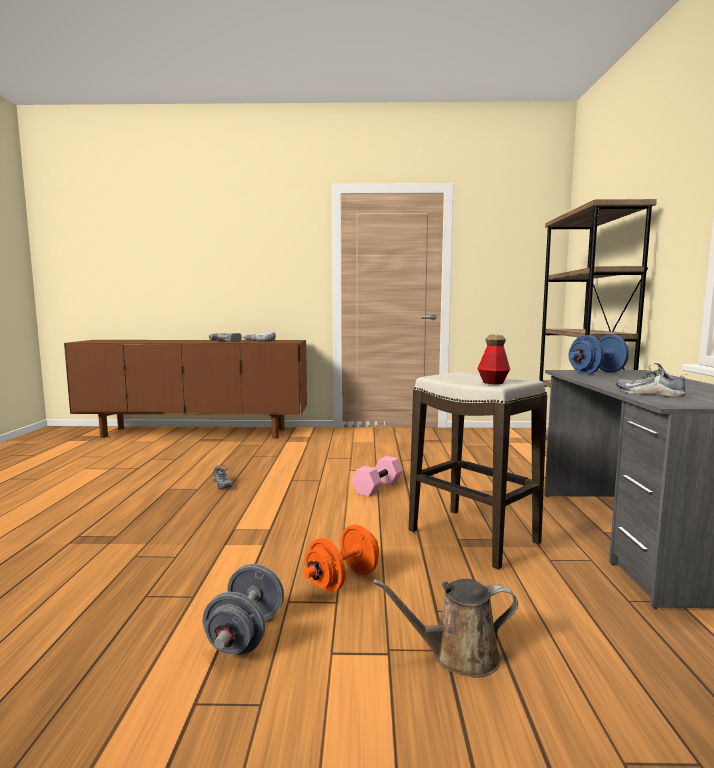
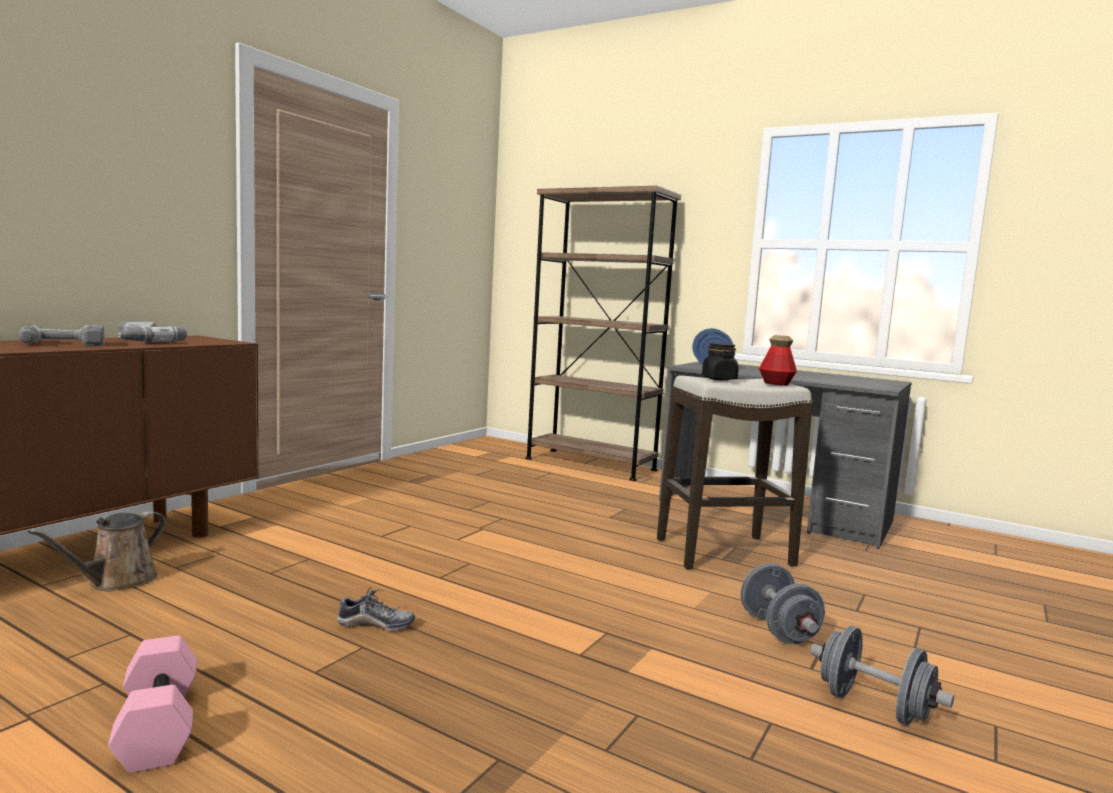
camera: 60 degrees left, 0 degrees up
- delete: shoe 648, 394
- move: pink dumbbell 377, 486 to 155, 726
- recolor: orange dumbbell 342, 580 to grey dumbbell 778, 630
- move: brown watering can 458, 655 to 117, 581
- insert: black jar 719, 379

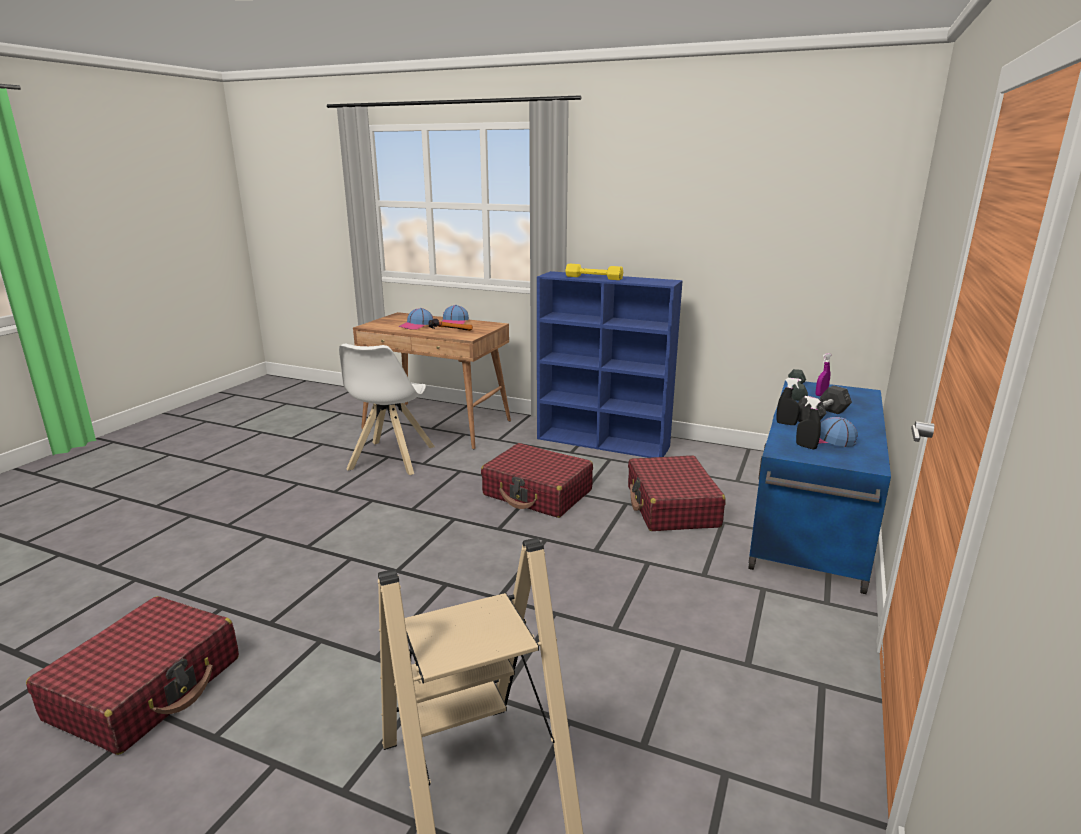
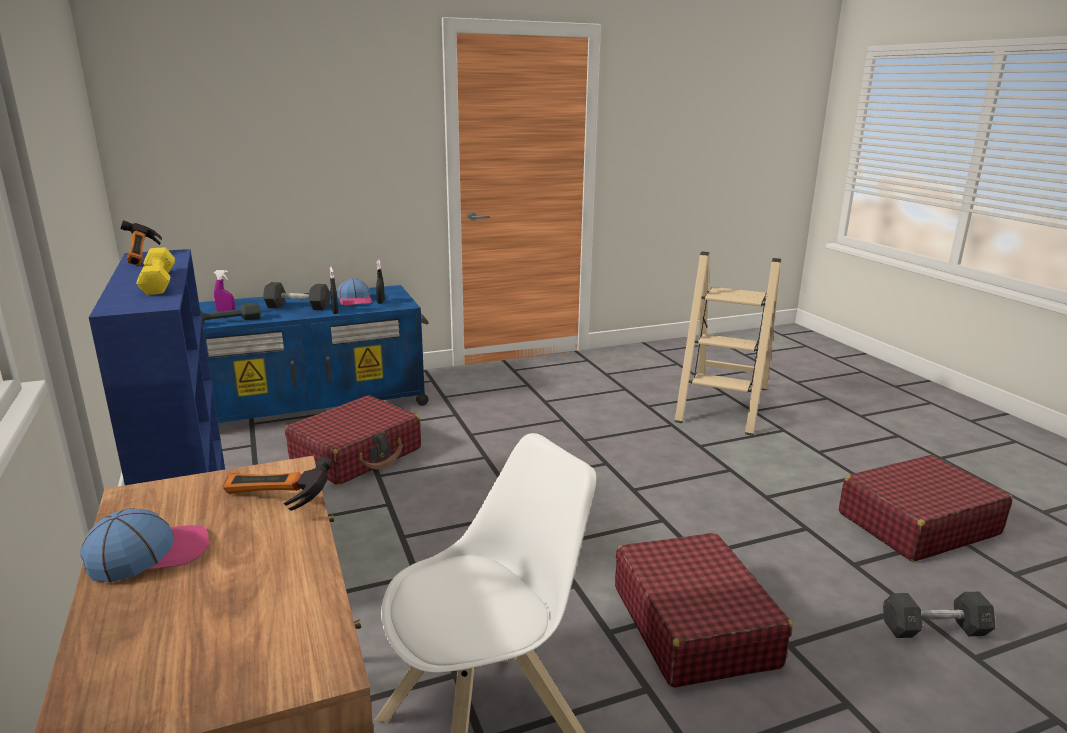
camera: 135 degrees left, 0 degrees up
- delete: cap 416, 325
- move: red suitcase 537, 493 to 693, 625
- insert: hammer 144, 257
- insert: grey dumbbell 934, 629

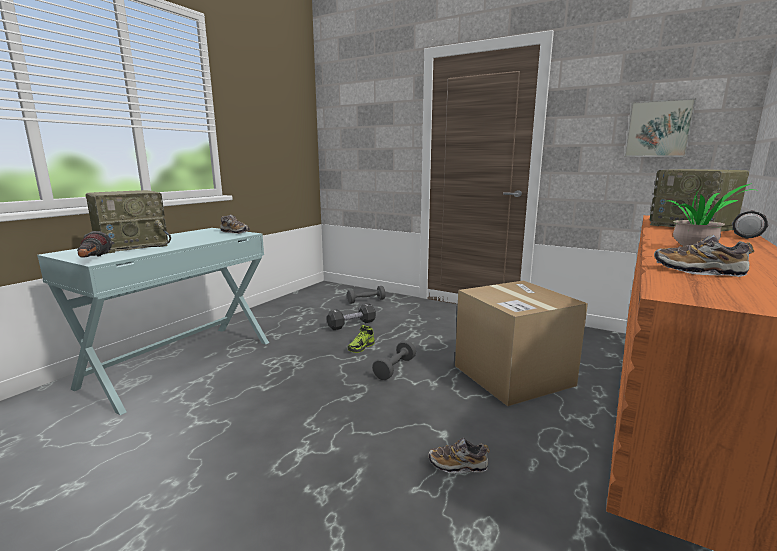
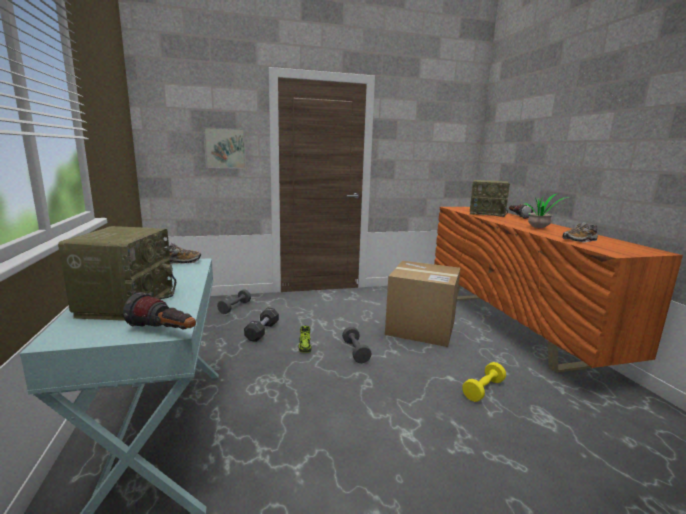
camera: 45 degrees left, 0 degrees up
- move: picture 658, 129 to 225, 148
- replace: shoe 458, 465 to yellow dumbbell 483, 390

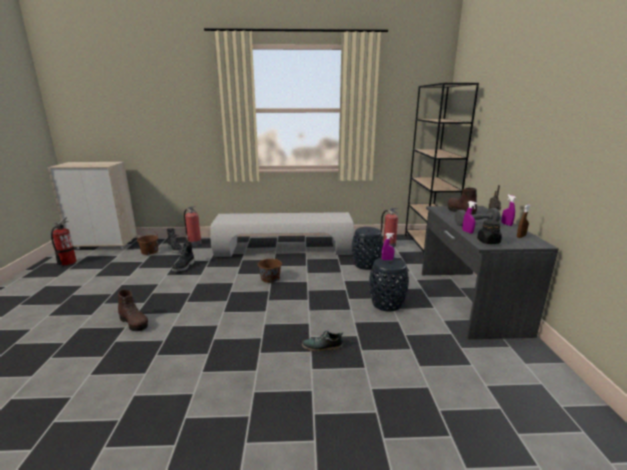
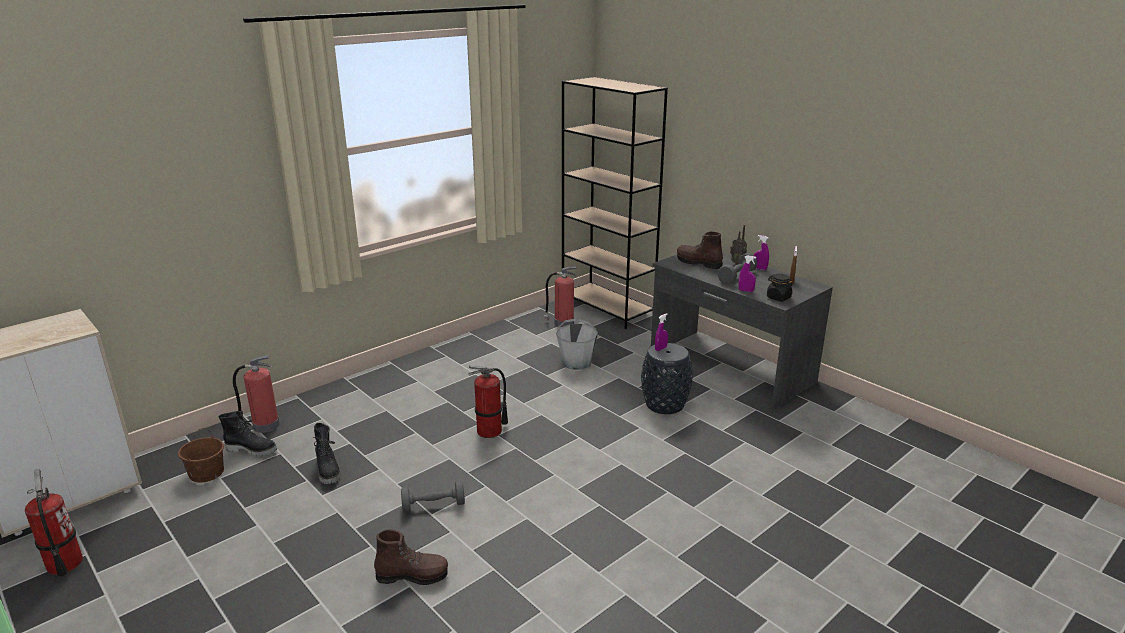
camera: 40 degrees left, 5 degrees up
- delete: grey bench 284, 249
- replace: black stool 366, 265 to grey bucket 576, 362
- replace: brown bucket 270, 278 to fire extinguisher 490, 431
- delete: shoe 322, 346
- insert: grey dumbbell 433, 505

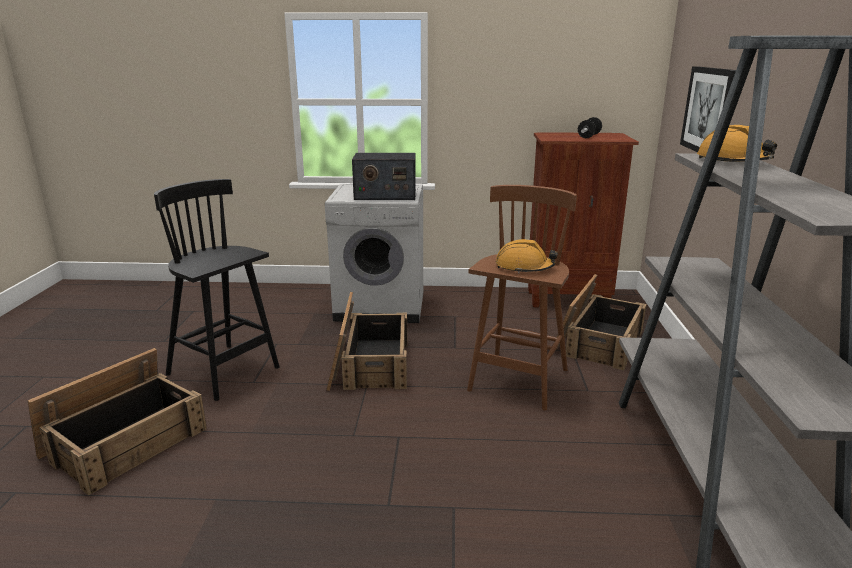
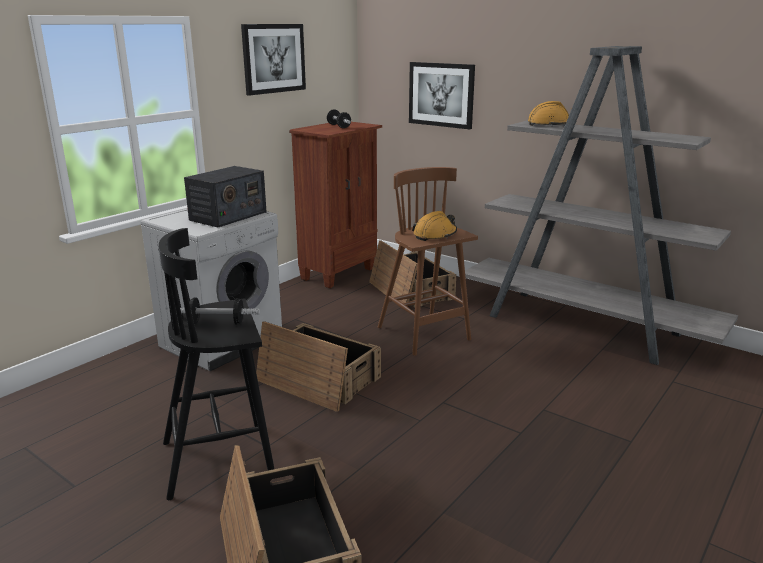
camera: 55 degrees left, 0 degrees up
- insert: picture 273, 58
- insert: dumbbell 217, 323

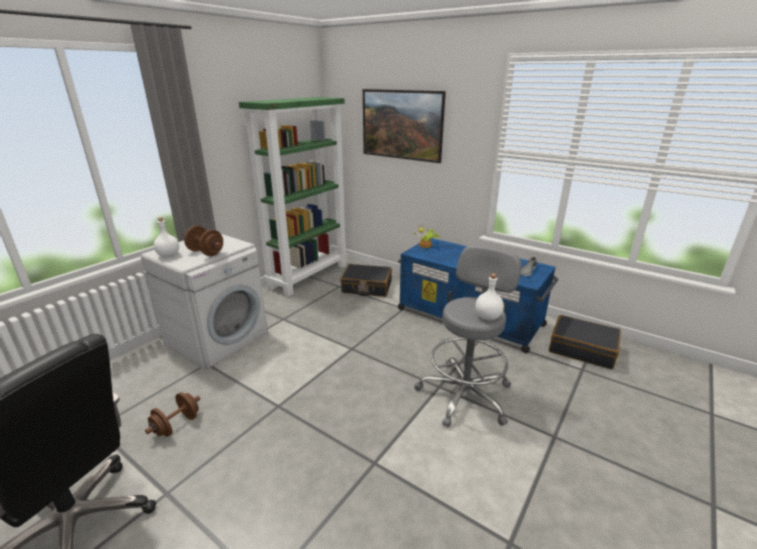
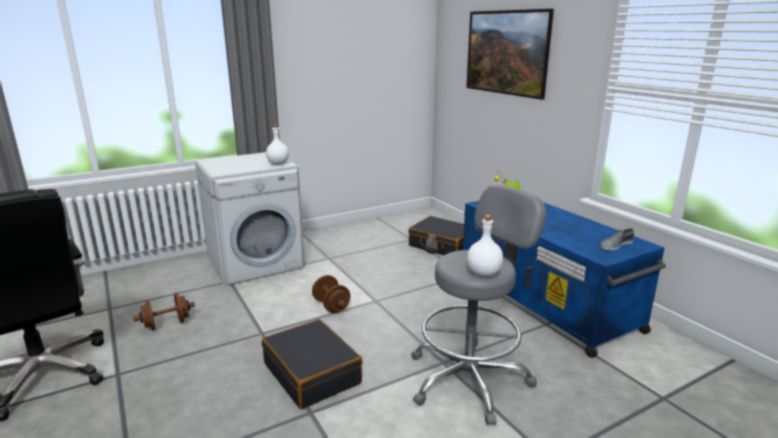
camera: 25 degrees right, 5 degrees down
- delete: green bookcase 309, 276
- move: white bottle 169, 255 to 278, 164
- move: brown dumbbell 206, 252 to 331, 306
- move: black suitcase 582, 349 to 312, 373

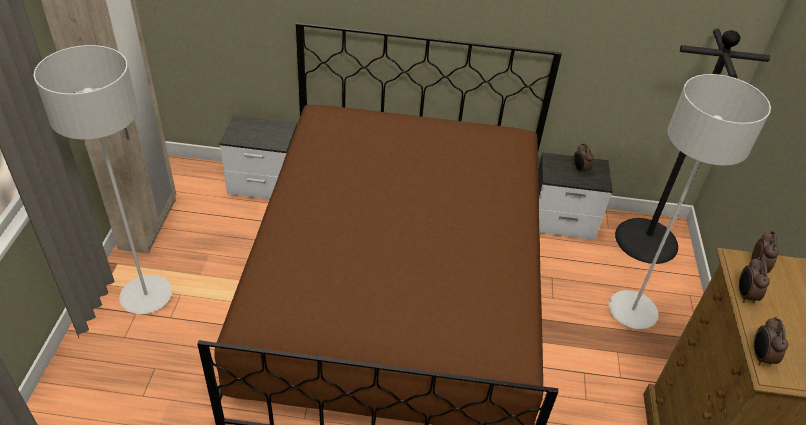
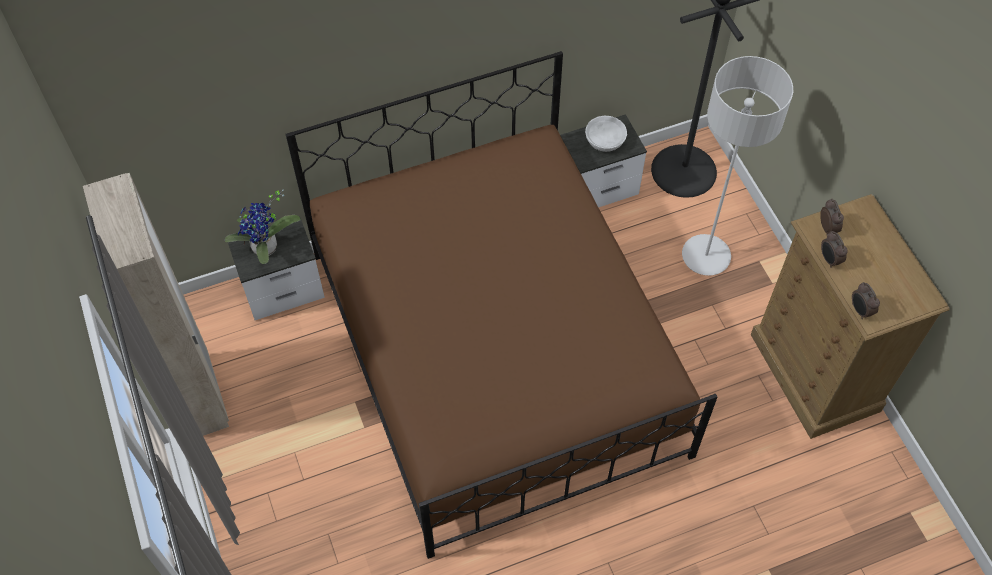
camera: 25 degrees left, 15 degrees up
- delete: grey floor lamp 146, 296
- replace: alarm clock 579, 170 to white bowl 605, 140
- insert: potted plant 266, 250

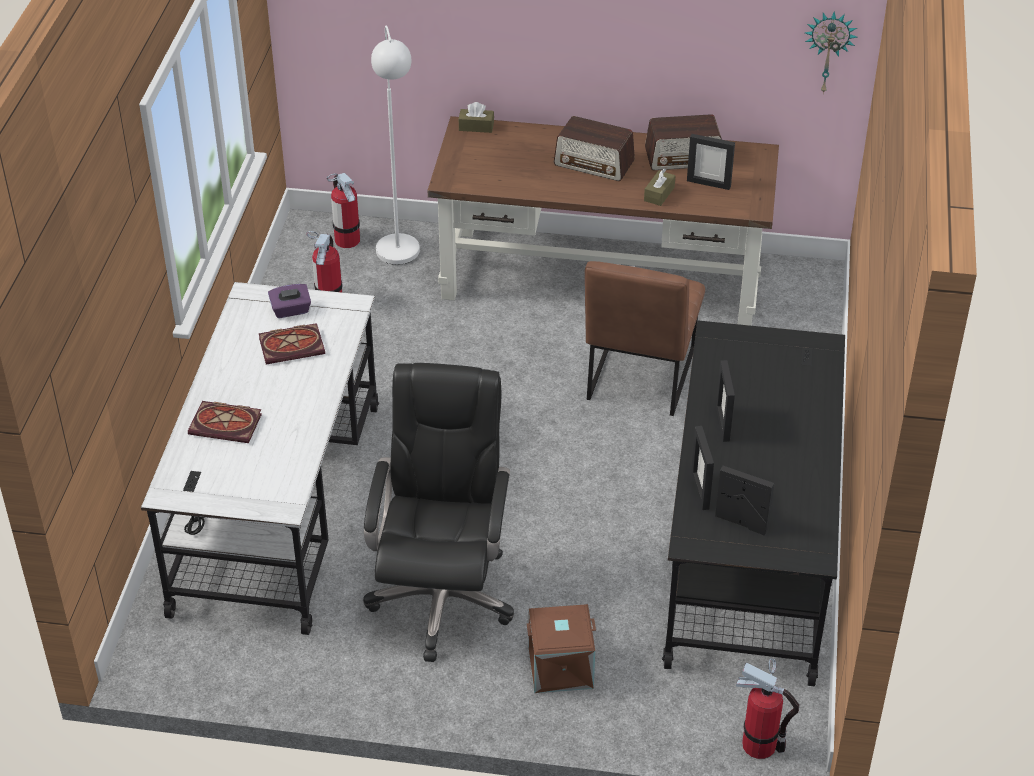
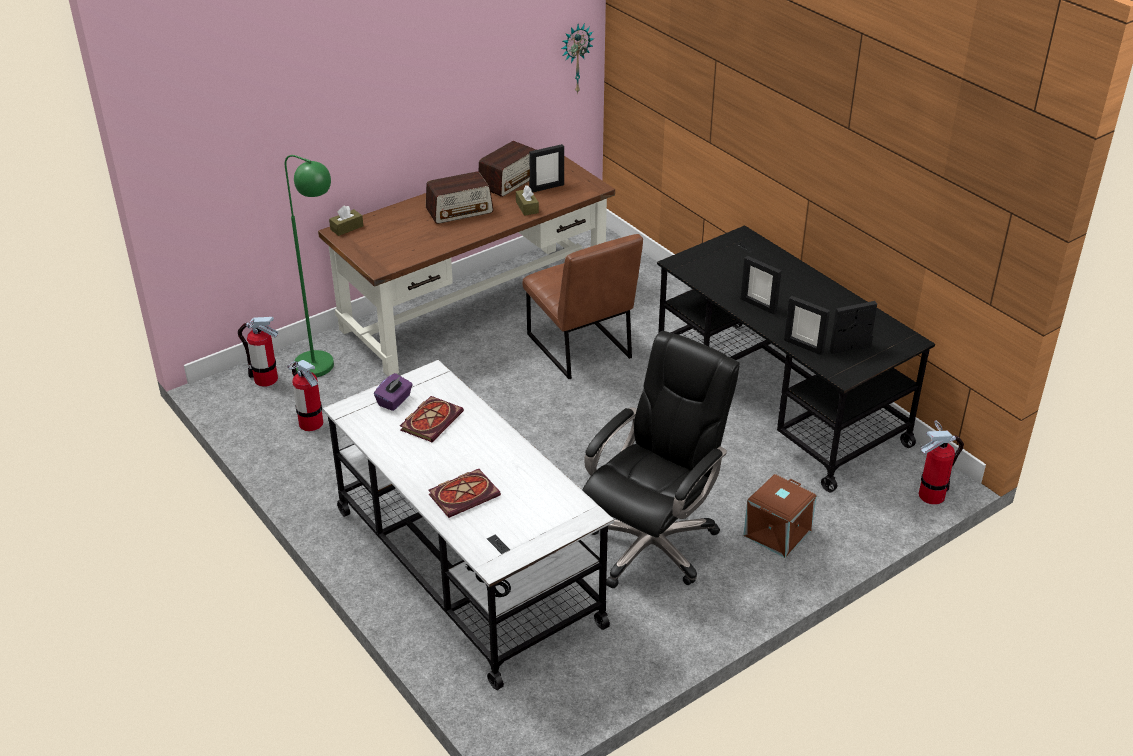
camera: 45 degrees left, 5 degrees down
- recolor: white floor lamp 400, 260 to green floor lamp 323, 370
- rotate: black office chair 442, 596 = 652, 544 75 degrees clockwise

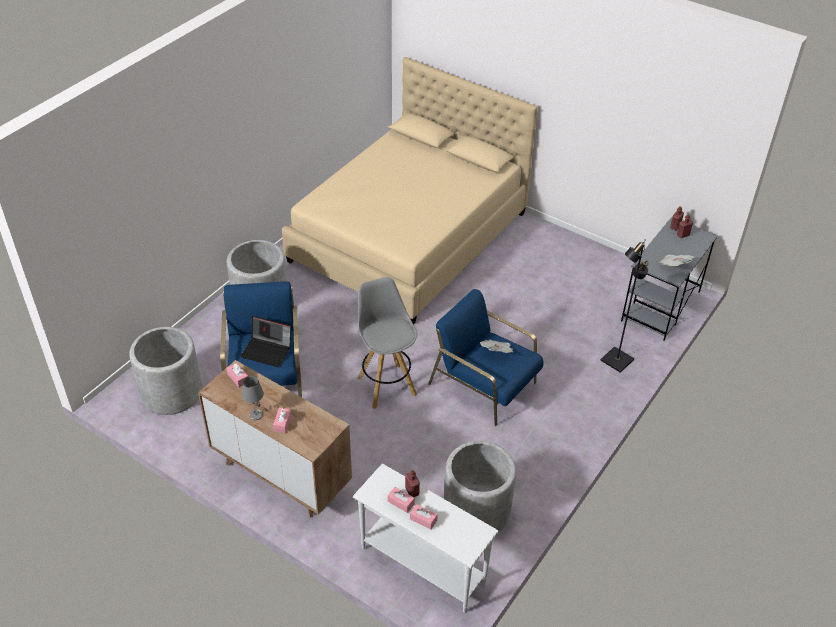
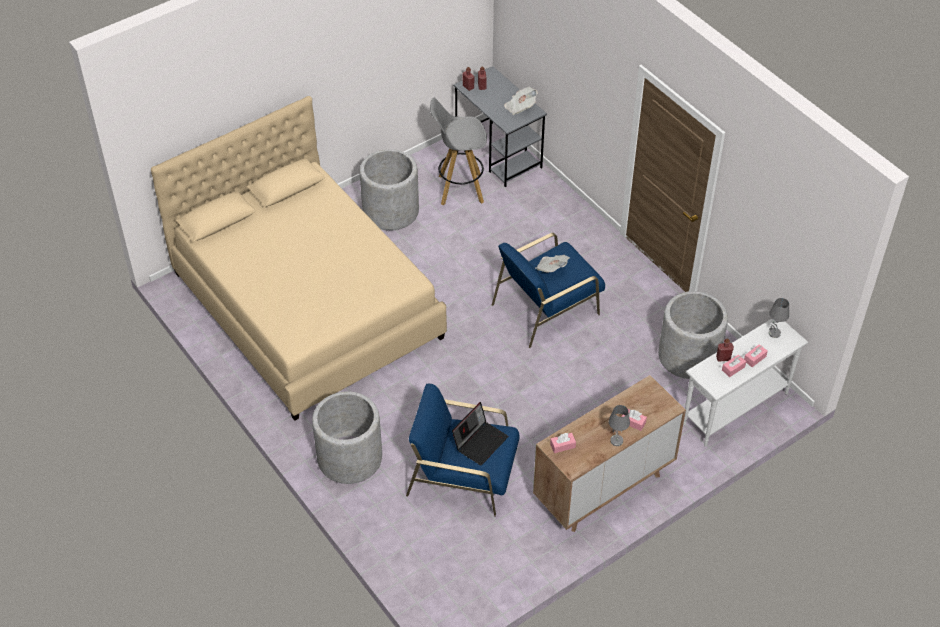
camera: 70 degrees left, 5 degrees up
- delete: black floor lamp 617, 360
- move: grey stool 386, 385 to 459, 189
- move: grey planter 171, 392 to 390, 211
- insert: grey table lamp 774, 333

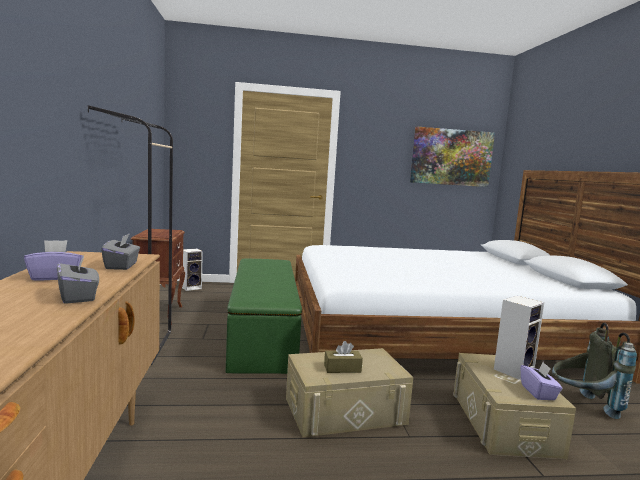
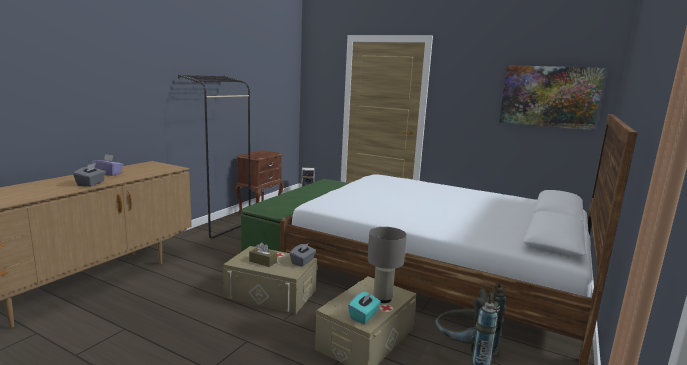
camera: 35 degrees right, 5 degrees up
- move: grey tissue box 122, 266 to 303, 262
- replace: speaker 513, 370 to grey table lamp 383, 298
- recolor: purple tissue box 538, 392 to turquoise tissue box 364, 316

